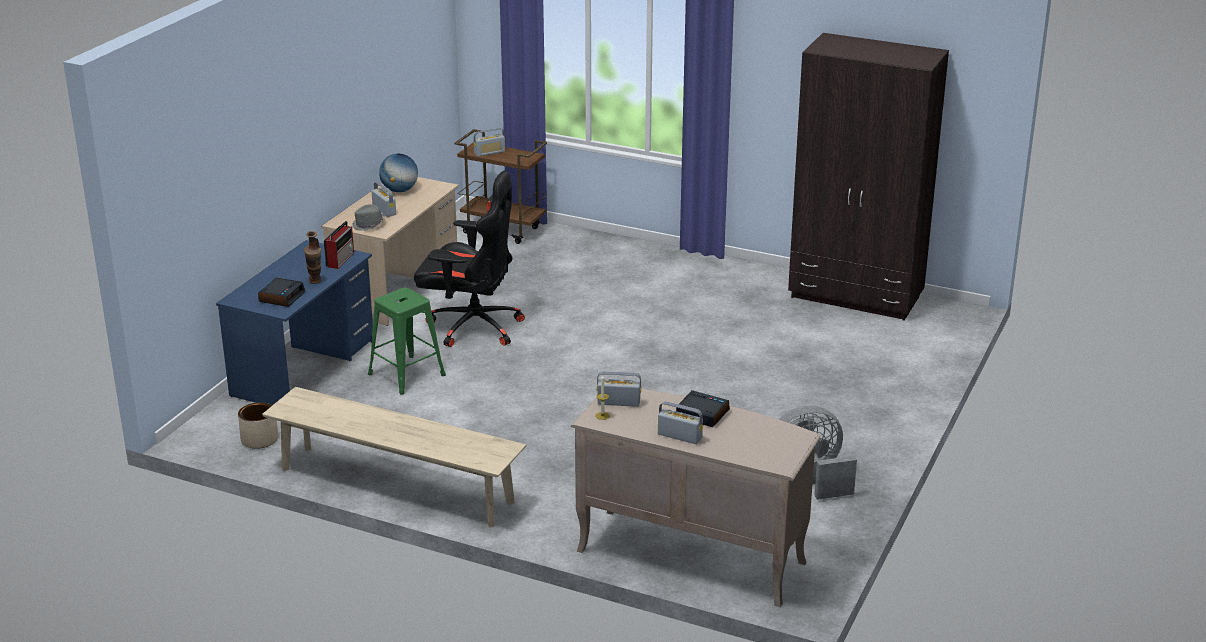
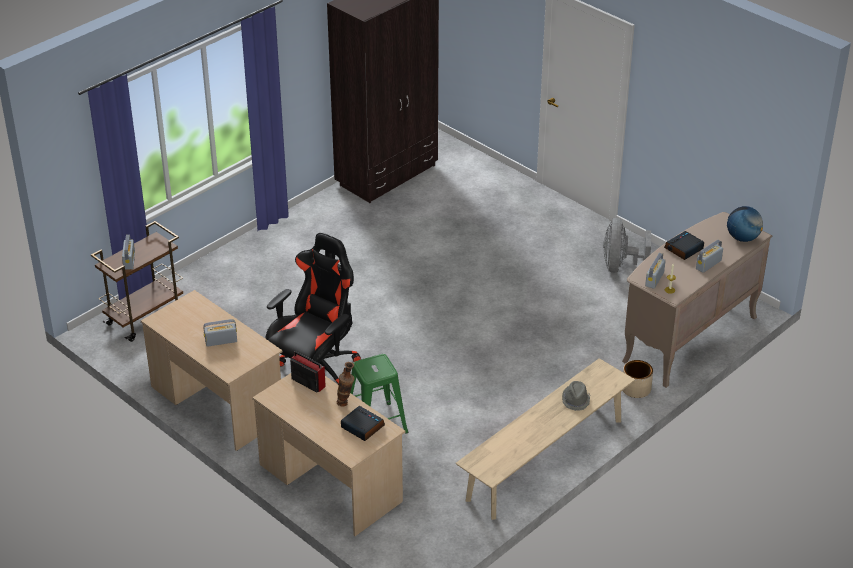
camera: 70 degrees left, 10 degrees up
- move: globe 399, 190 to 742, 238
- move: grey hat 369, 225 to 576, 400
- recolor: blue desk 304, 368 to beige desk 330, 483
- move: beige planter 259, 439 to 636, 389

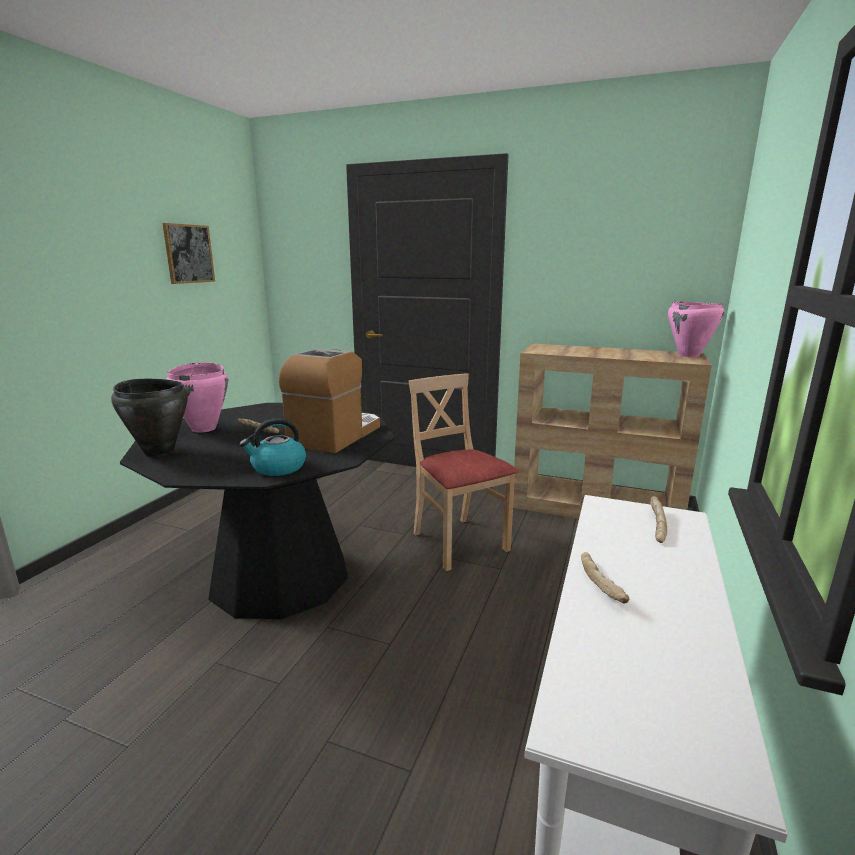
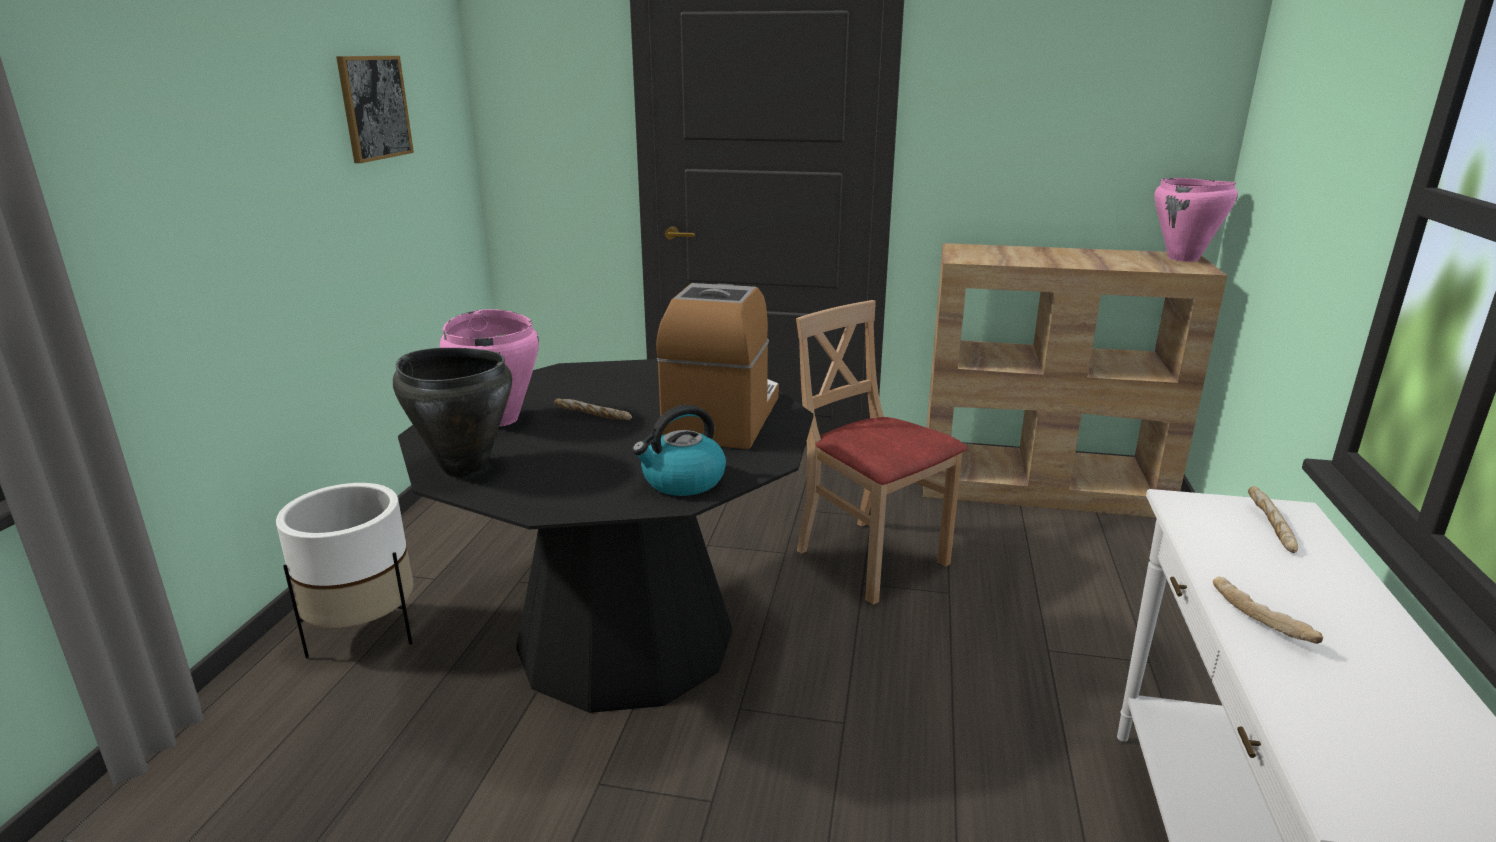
camera: 10 degrees left, 5 degrees up
- insert: white planter 364, 634

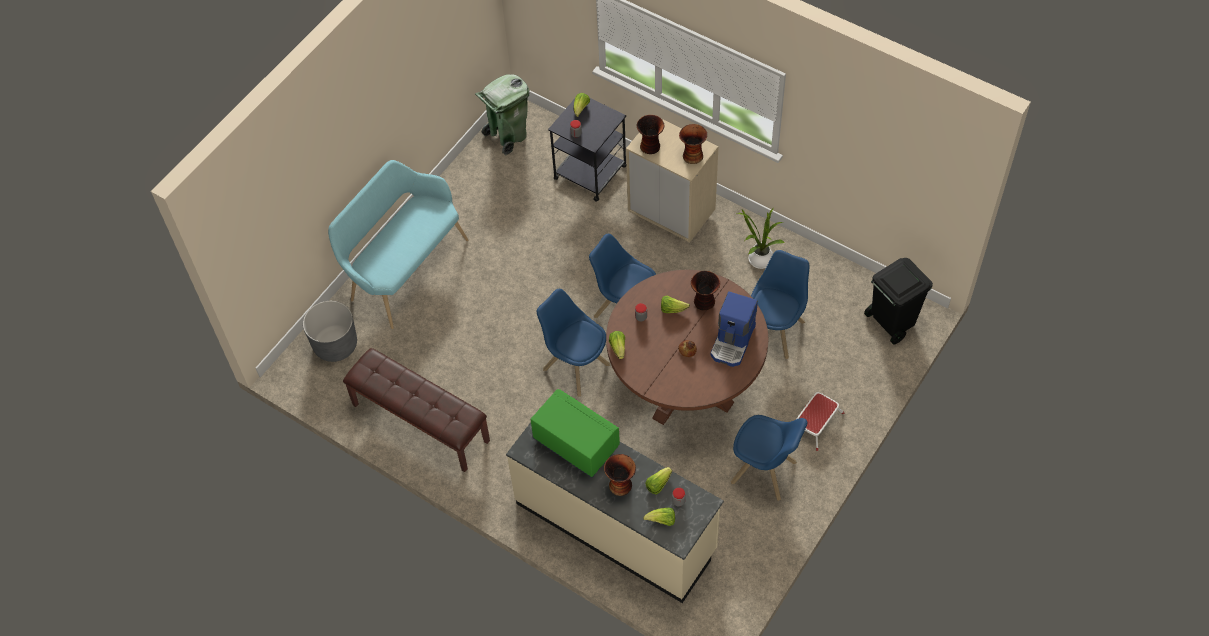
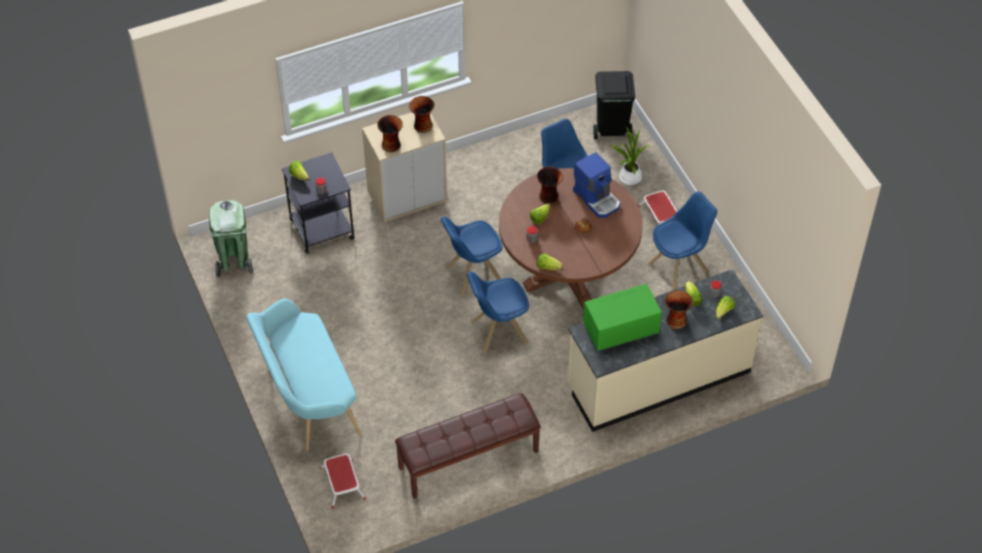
camera: 60 degrees left, 5 degrees down
- move: potted plant 758, 259 to 628, 178
- replace: grey planter 335, 345 to red step ladder 342, 483

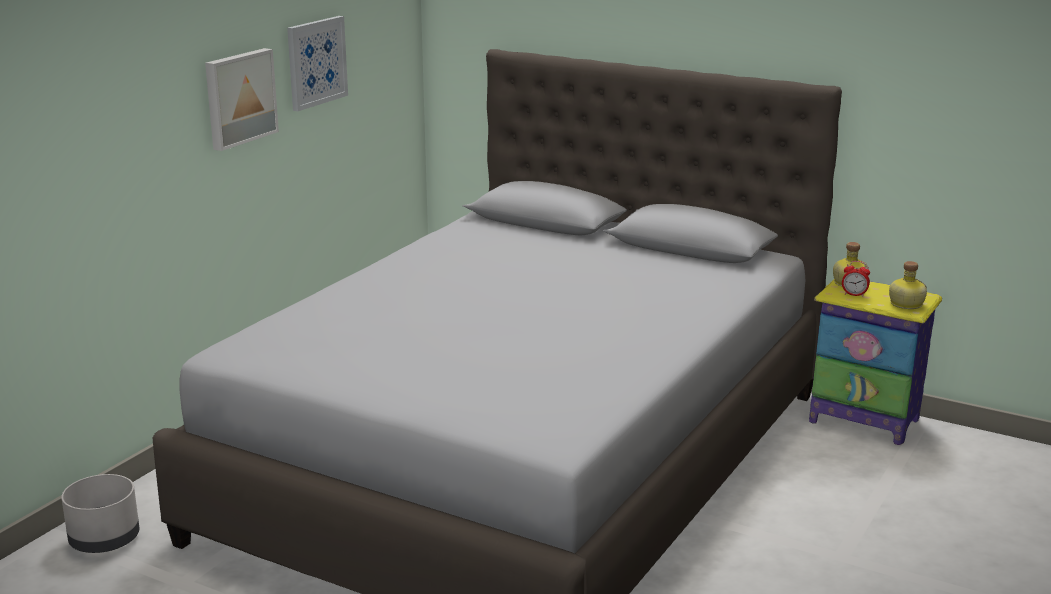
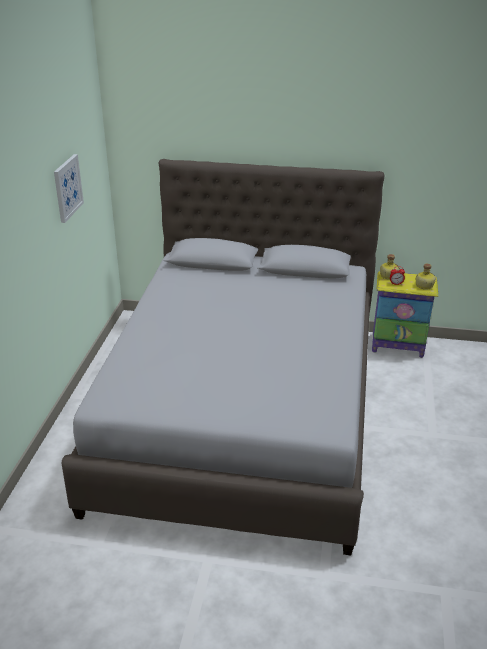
camera: 20 degrees left, 10 degrees up
- delete: picture 239, 98
- delete: grey planter 104, 539

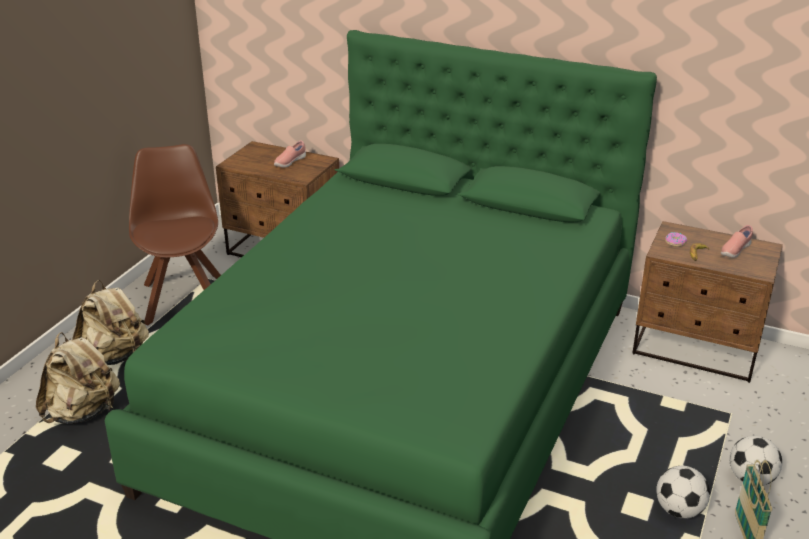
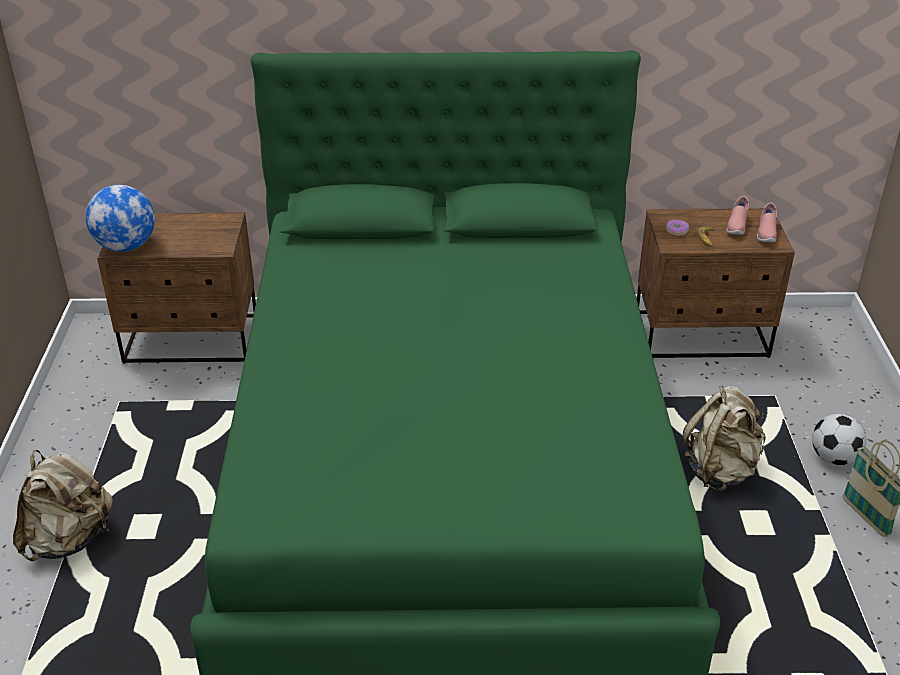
camera: 25 degrees left, 5 degrees up
- move: pink shoe 289, 162 to 765, 233
- delete: brown chair 184, 297
- move: beige backpack 83, 412 to 720, 470
- delete: football 679, 510
- insert: globe 126, 246

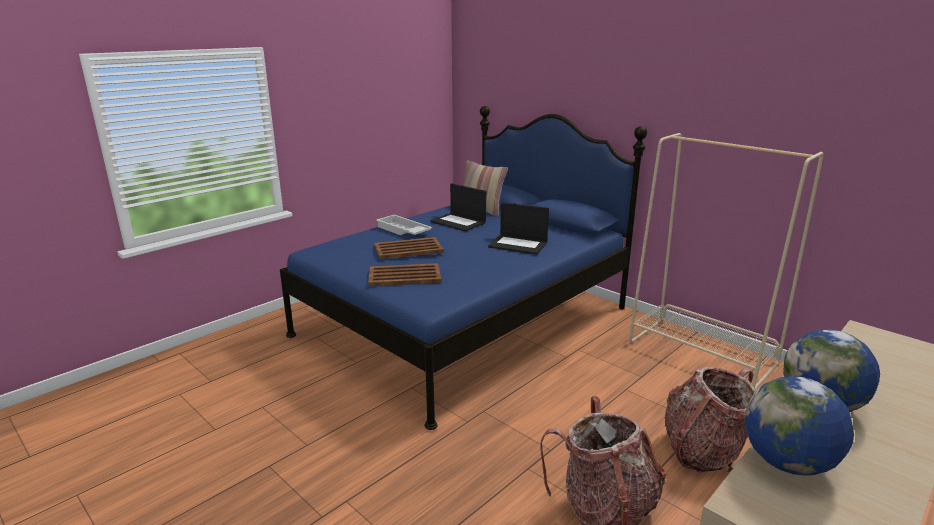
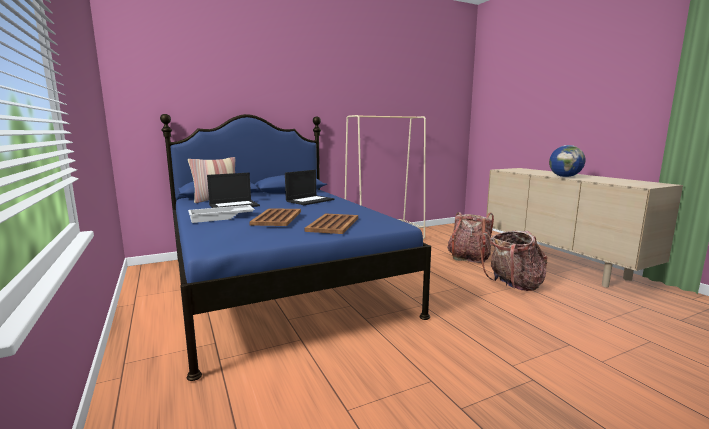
camera: 70 degrees left, 10 degrees down
- delete: globe 787, 463

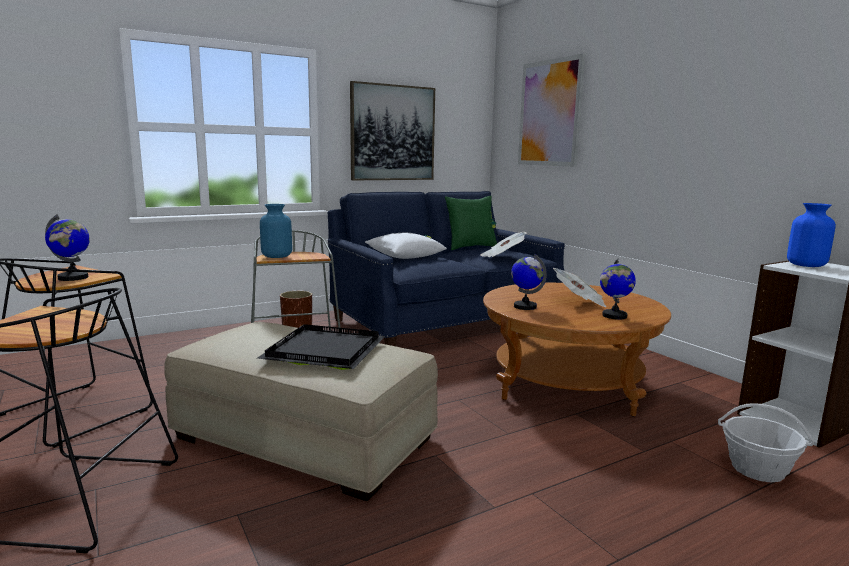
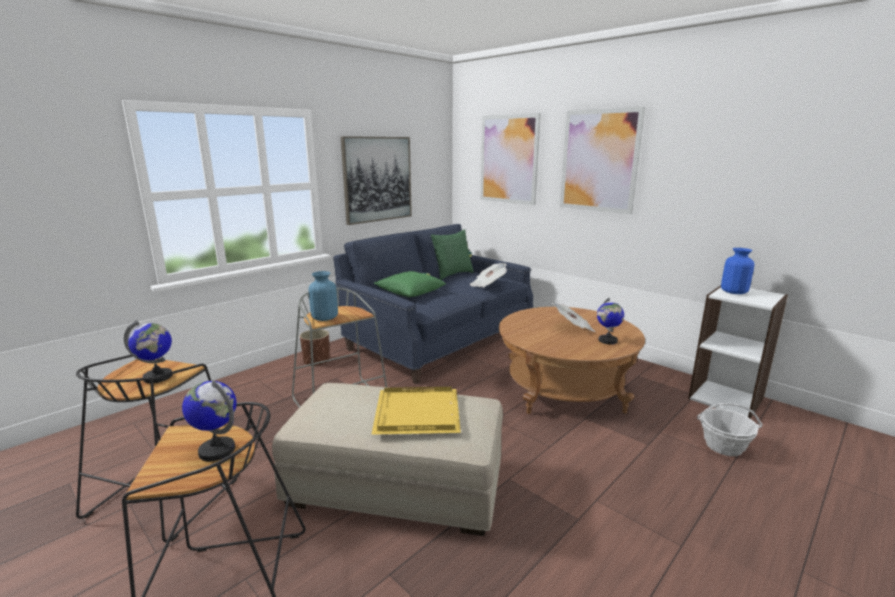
camera: 15 degrees left, 5 degrees up
- recolor: white pillow 405, 257 to green pillow 410, 293
- move: globe 525, 306 to 217, 450
- recolor: black tray 326, 351 to yellow tray 419, 414
- insert: picture 599, 161

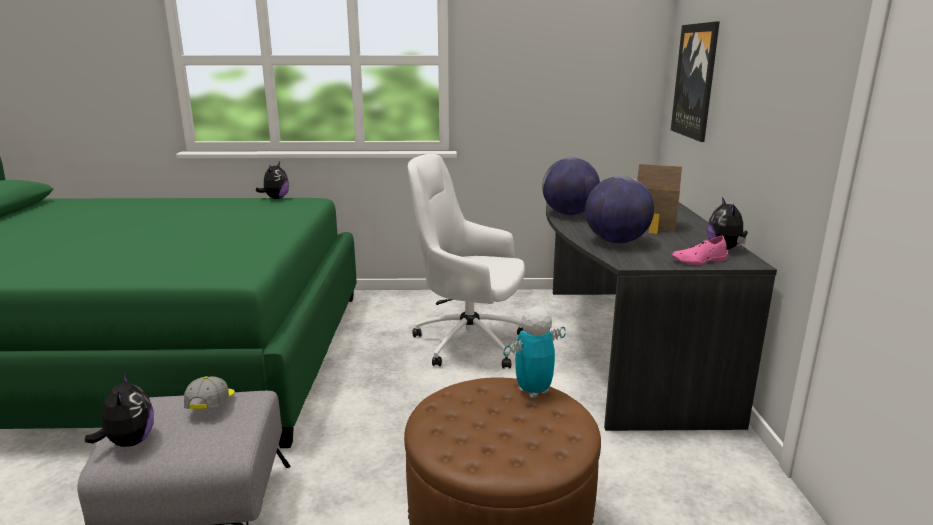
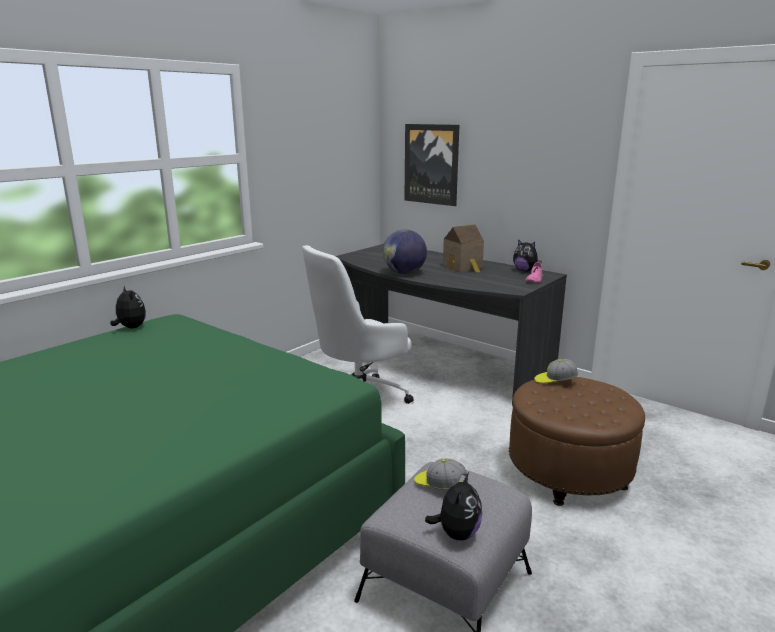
camera: 50 degrees left, 0 degrees up
- delete: globe 616, 241
- replace: toy robot 533, 391 to cap 555, 380
- rotate: plush toy 129, 442 = 456, 533 90 degrees clockwise

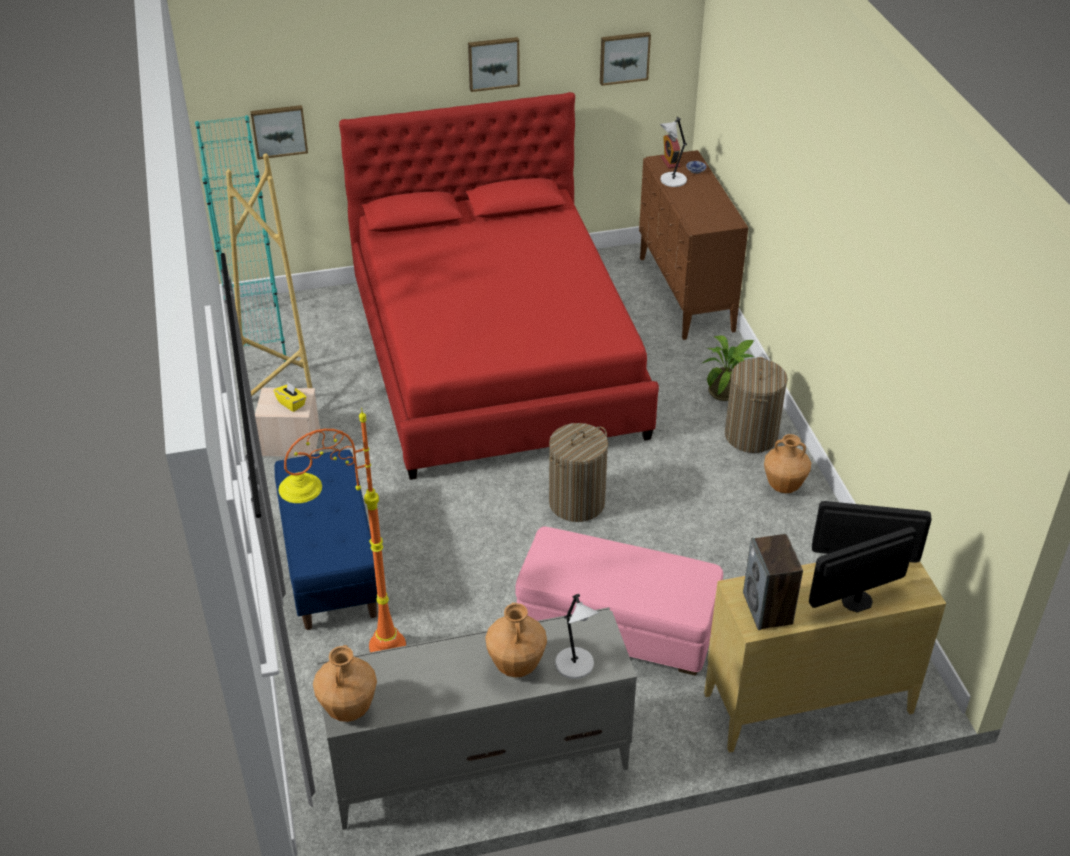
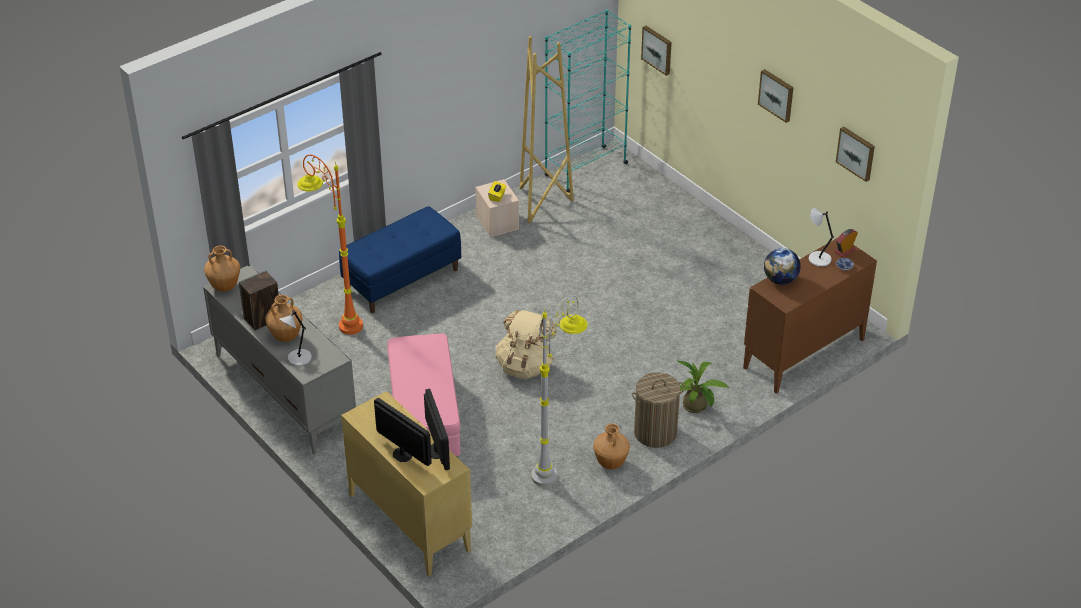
camera: 65 degrees right, 0 degrees up
- delete: red bed 496, 358
- replace: laundry basket 577, 502 to beige backpack 525, 366
- move: speaker 768, 609 to 262, 319
- insert: globe 780, 280
- insert: grey floor lamp 558, 464

